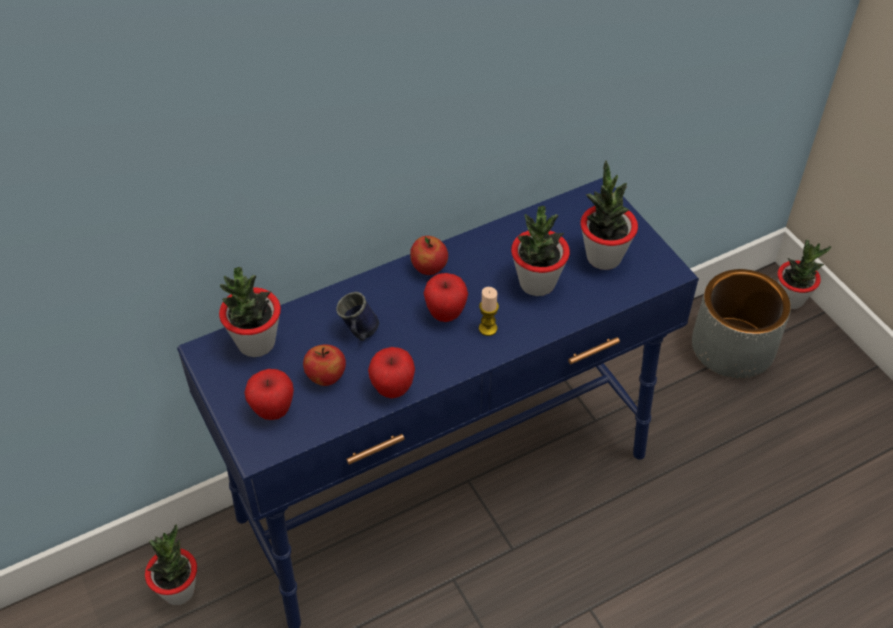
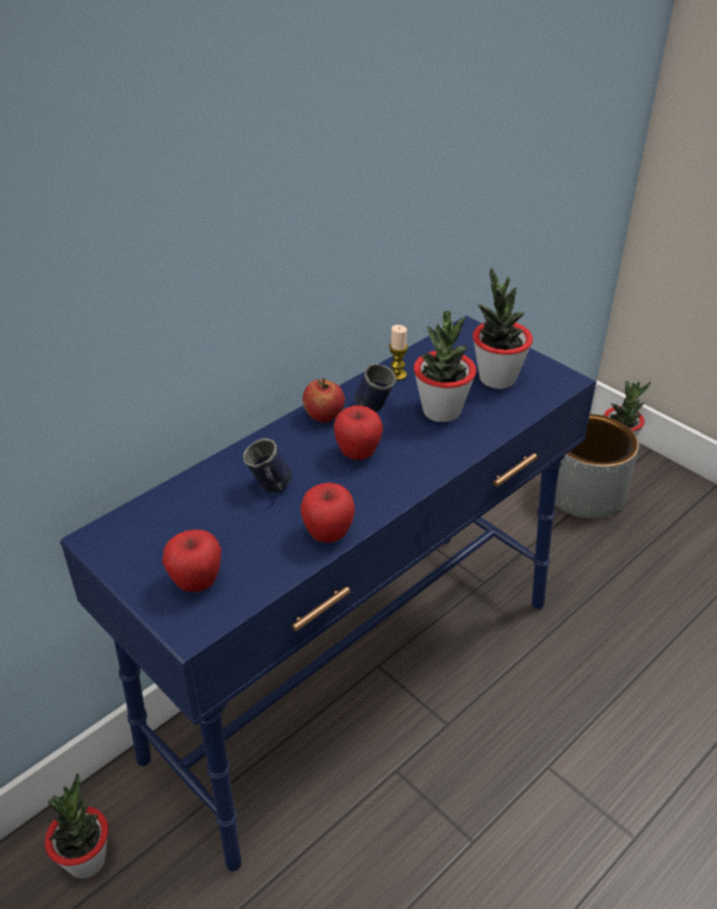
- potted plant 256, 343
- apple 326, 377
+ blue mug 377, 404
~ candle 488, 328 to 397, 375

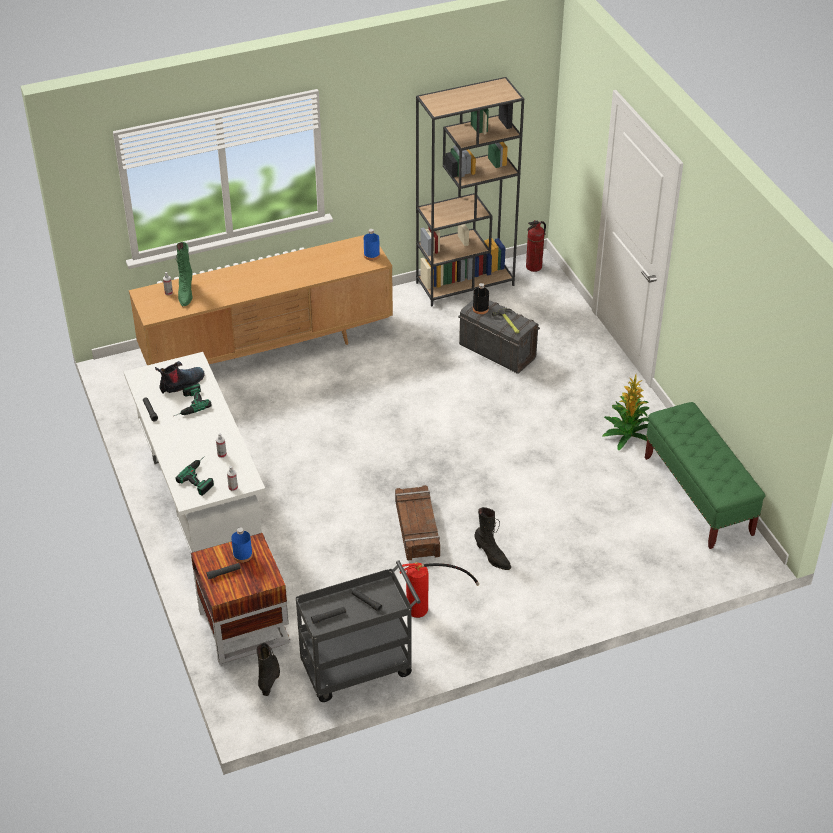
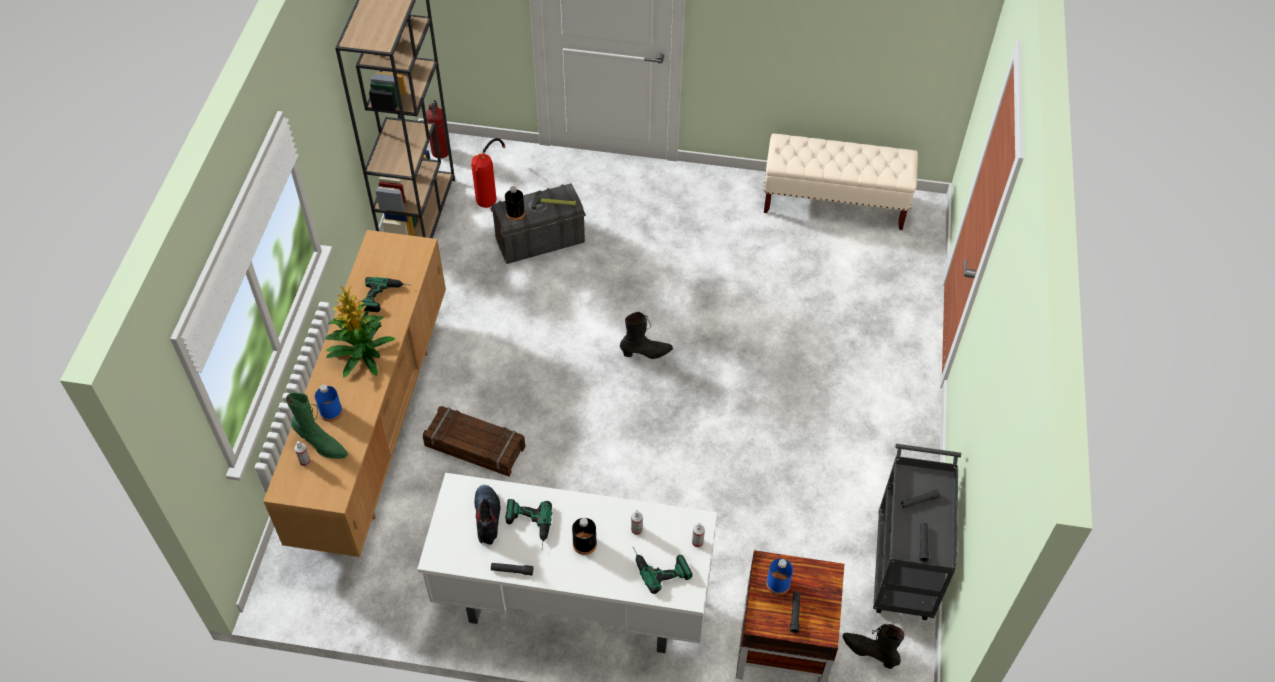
+ power drill 385, 297
+ black bottle 584, 544
~ blue bottle 371, 255 to 331, 412
~ crate 416, 528 to 474, 447
~ fire extinguisher 429, 608 to 490, 192
~ black boot 492, 556 to 646, 353
~ potted plant 627, 434 to 360, 353
~ green bench 698, 496 to beige bench 834, 203

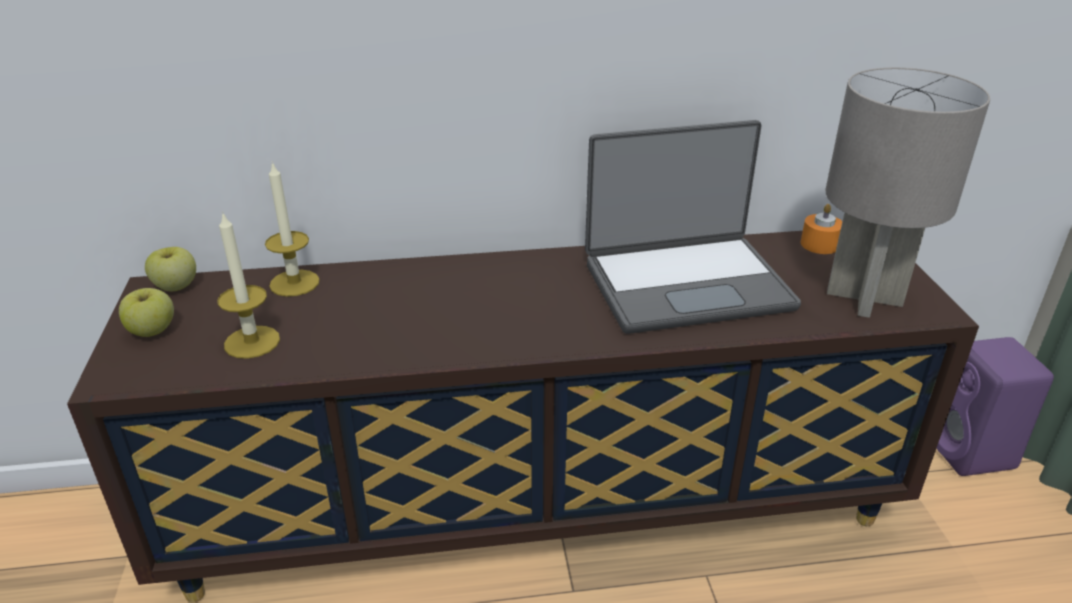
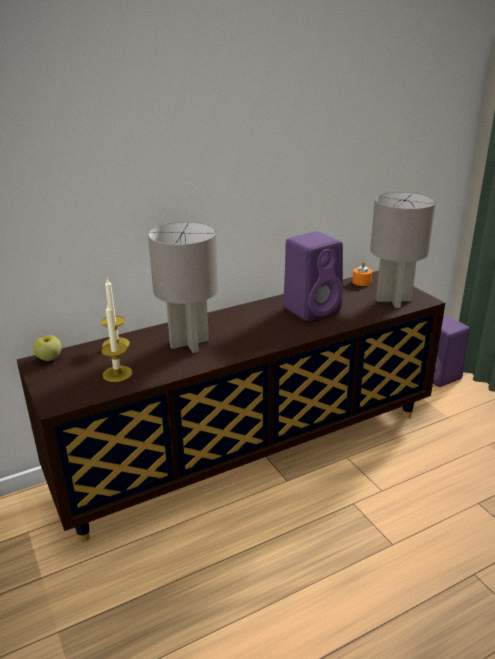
- apple 153, 331
+ grey table lamp 190, 343
~ laptop 686, 284 to purple speaker 313, 309

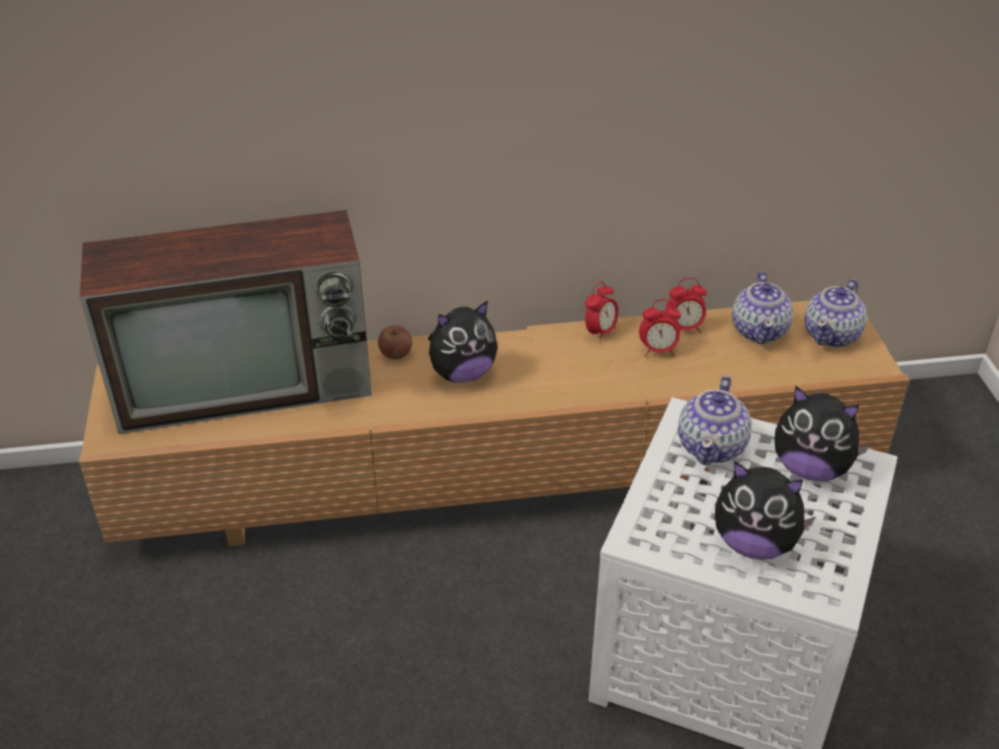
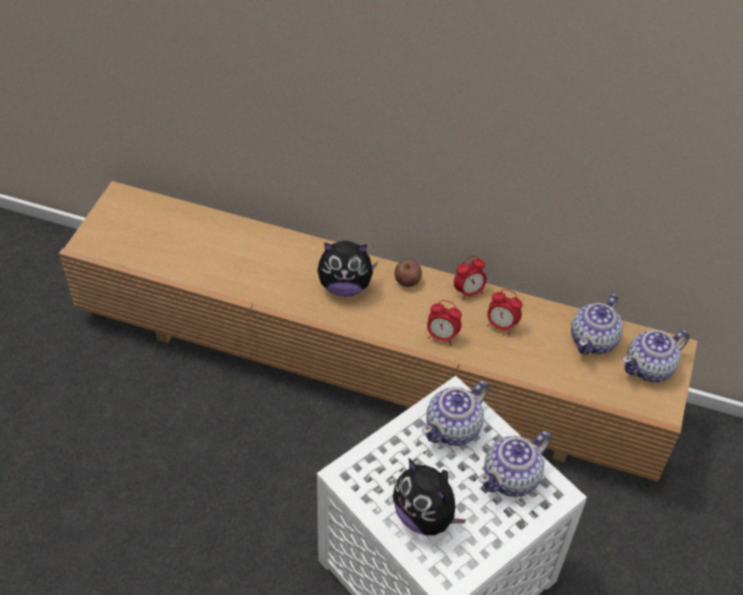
- television 249, 384
~ apple 395, 353 to 407, 281
~ alarm clock 684, 328 to 442, 336
~ plush toy 811, 468 to teapot 512, 477

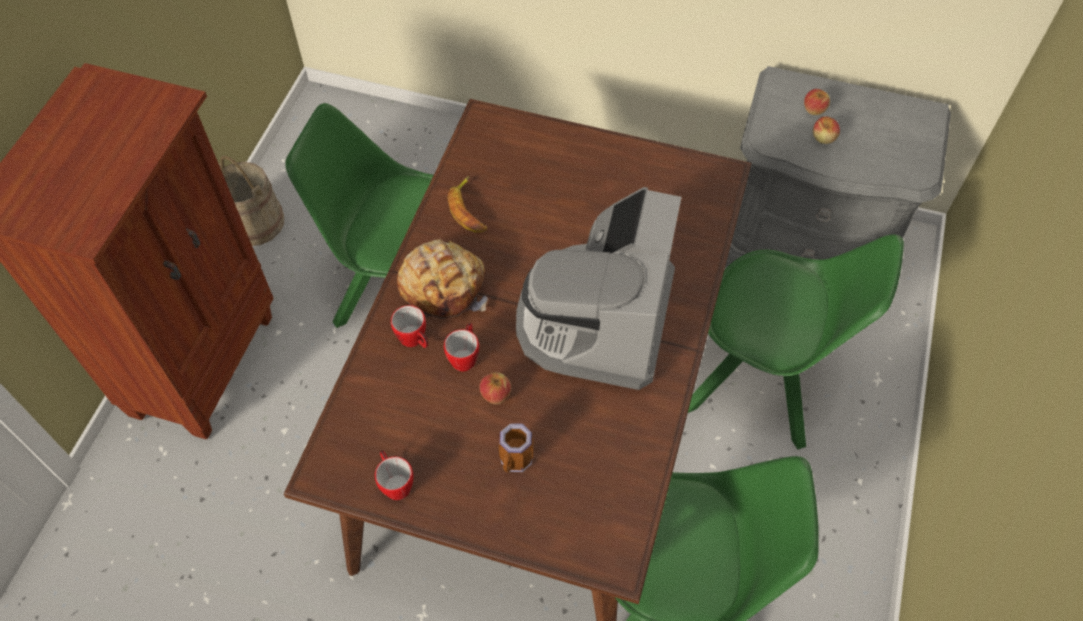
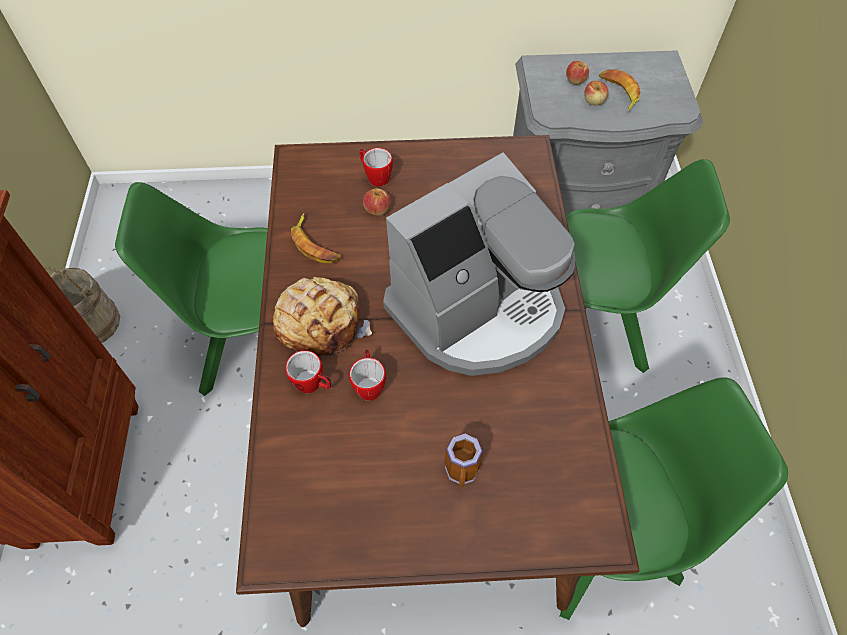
+ banana 618, 92
~ mug 395, 482 to 375, 176
~ apple 495, 394 to 377, 209
~ coffee machine 596, 320 = 478, 310 120 degrees counterclockwise

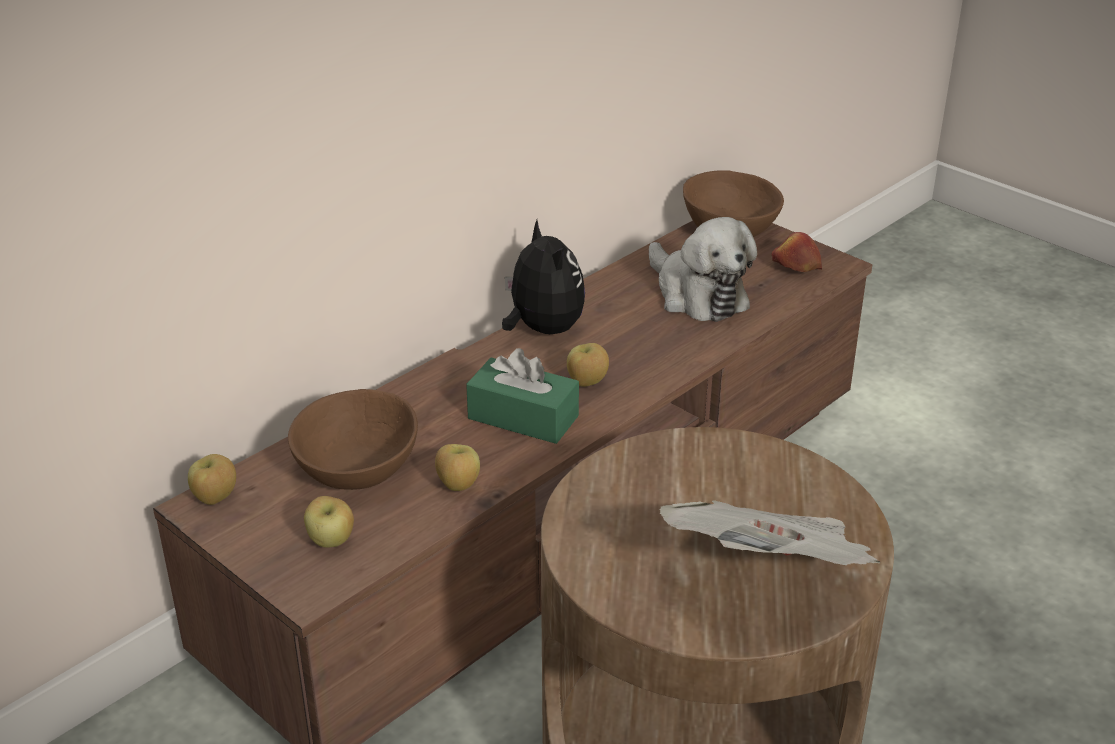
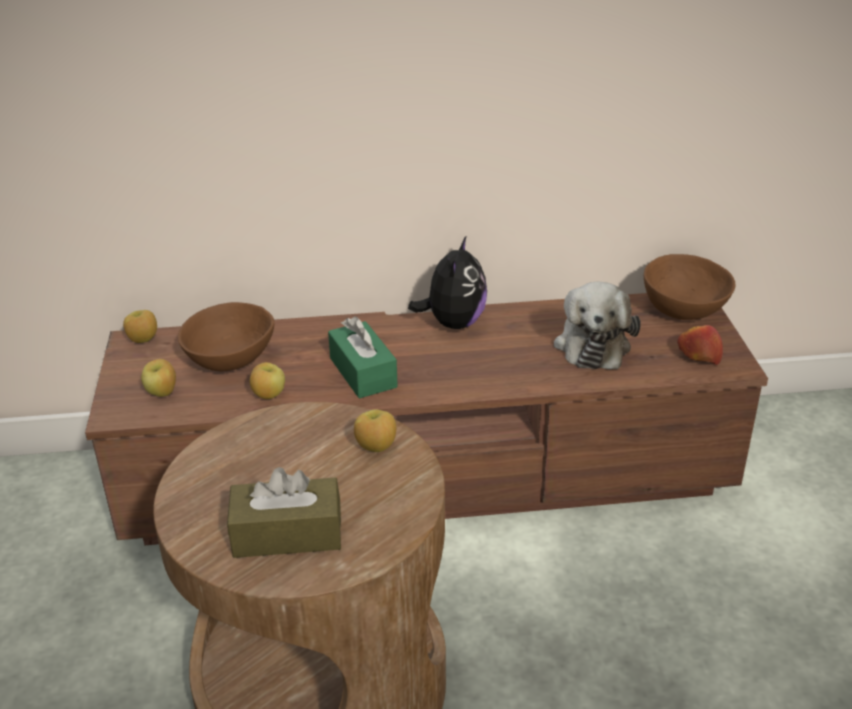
~ apple 587, 382 to 375, 447
~ newspaper 770, 575 to brown tissue box 287, 534

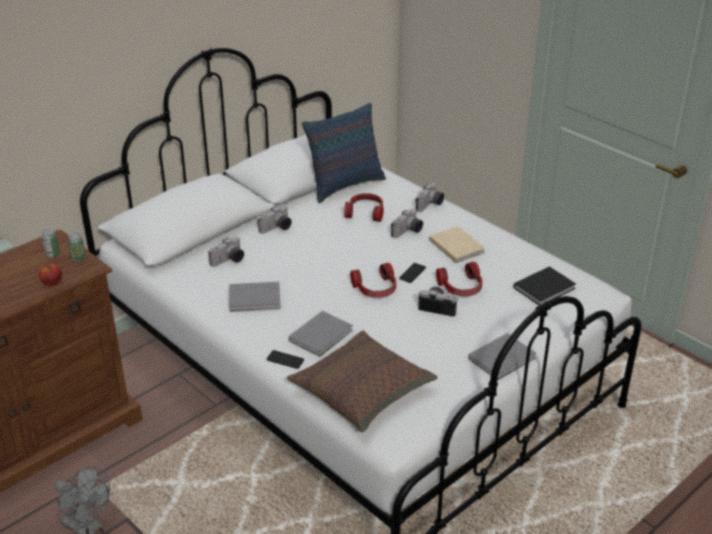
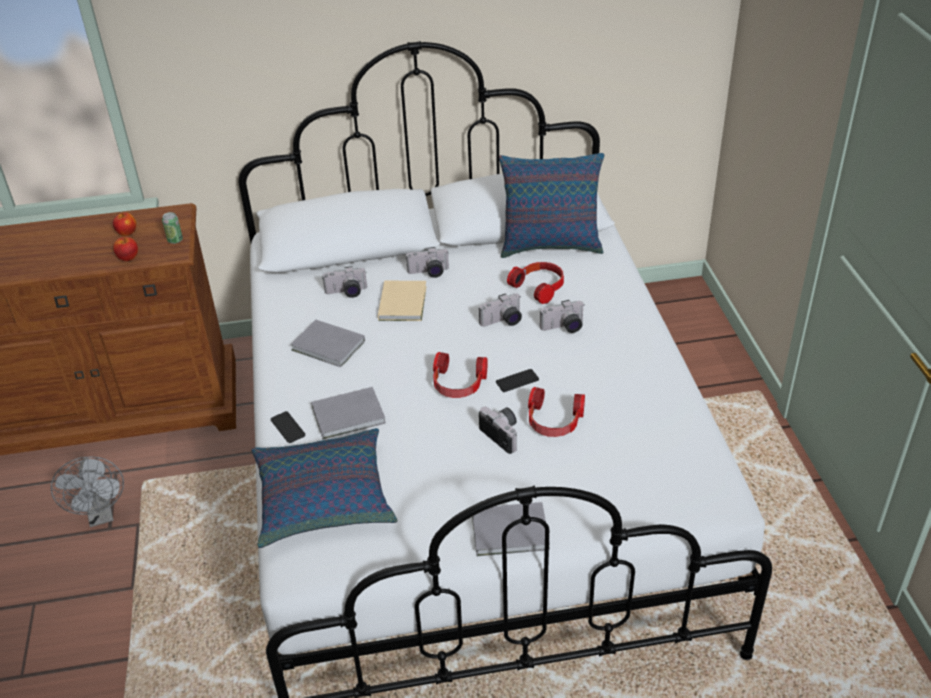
- can 52, 254
- black book 546, 288
+ apple 127, 233
~ photo camera 430, 205 to 503, 322
~ beige book 456, 245 to 404, 302
~ brown pillow 362, 391 to blue pillow 324, 499

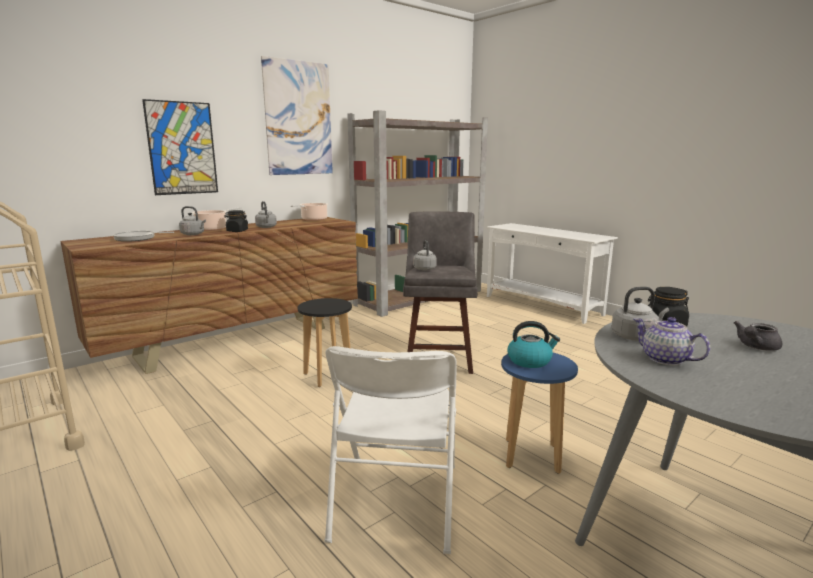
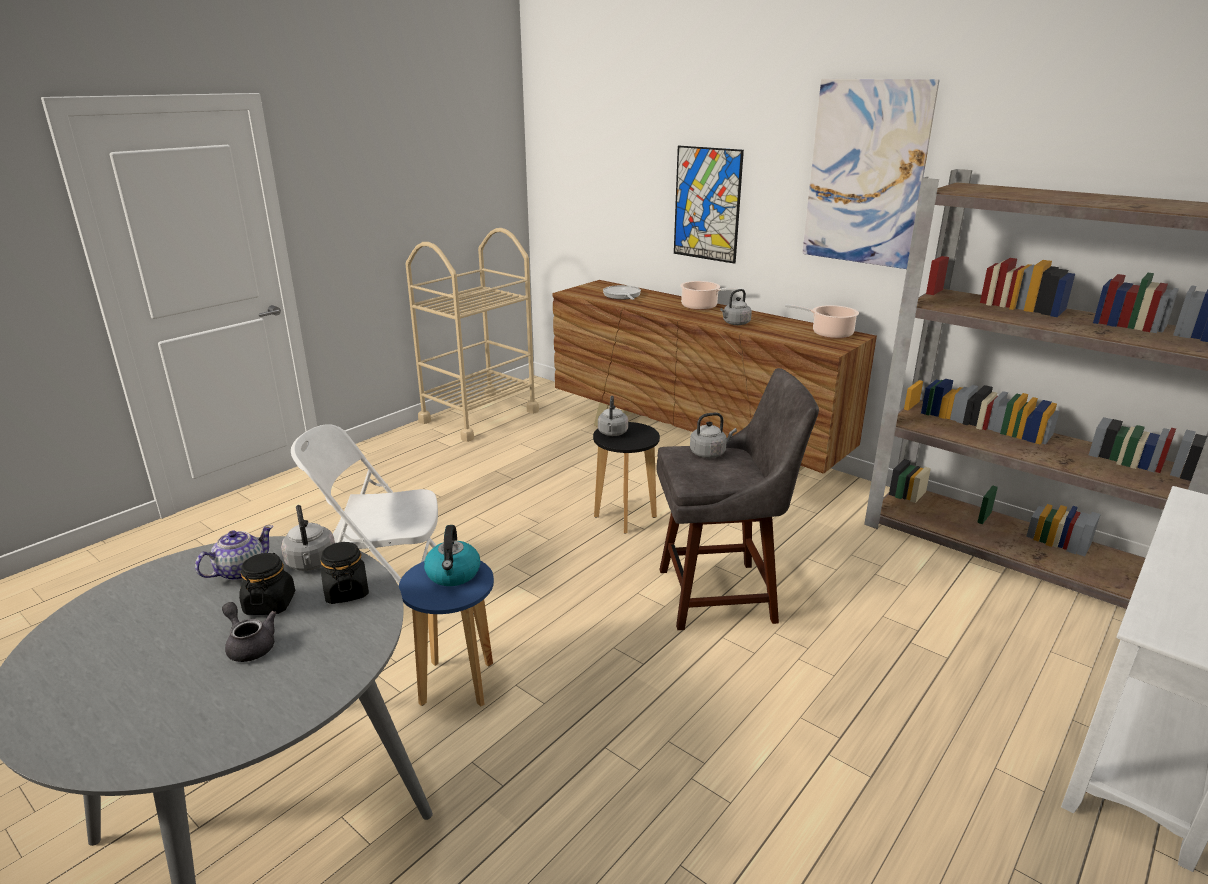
~ grey kettle 193, 234 to 612, 433
~ black jar 237, 231 to 270, 604

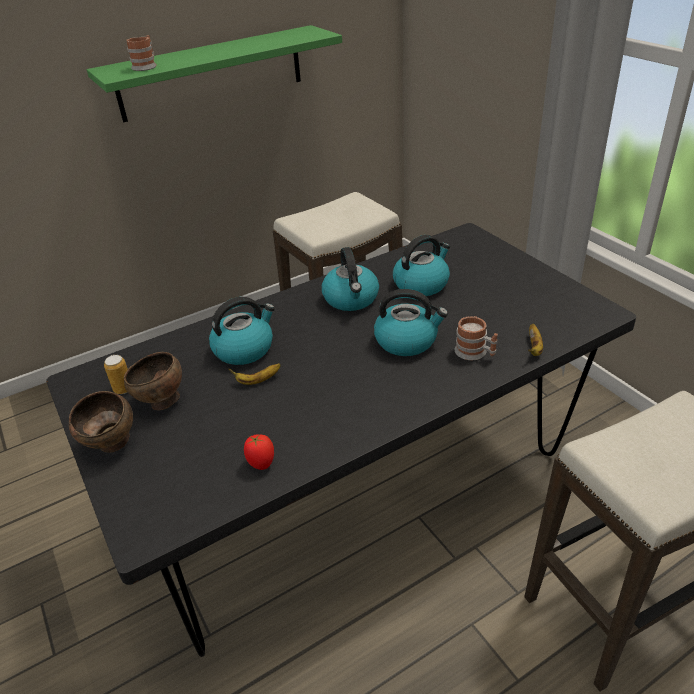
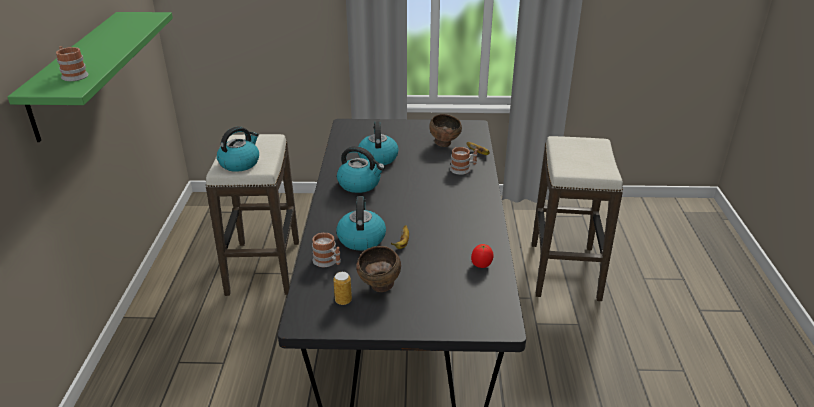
+ mug 328, 262
~ brown bowl 113, 445 to 445, 144
~ kettle 407, 341 to 240, 163

